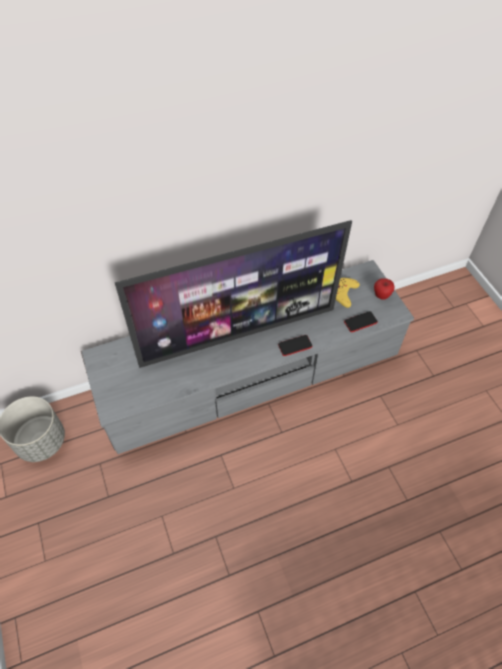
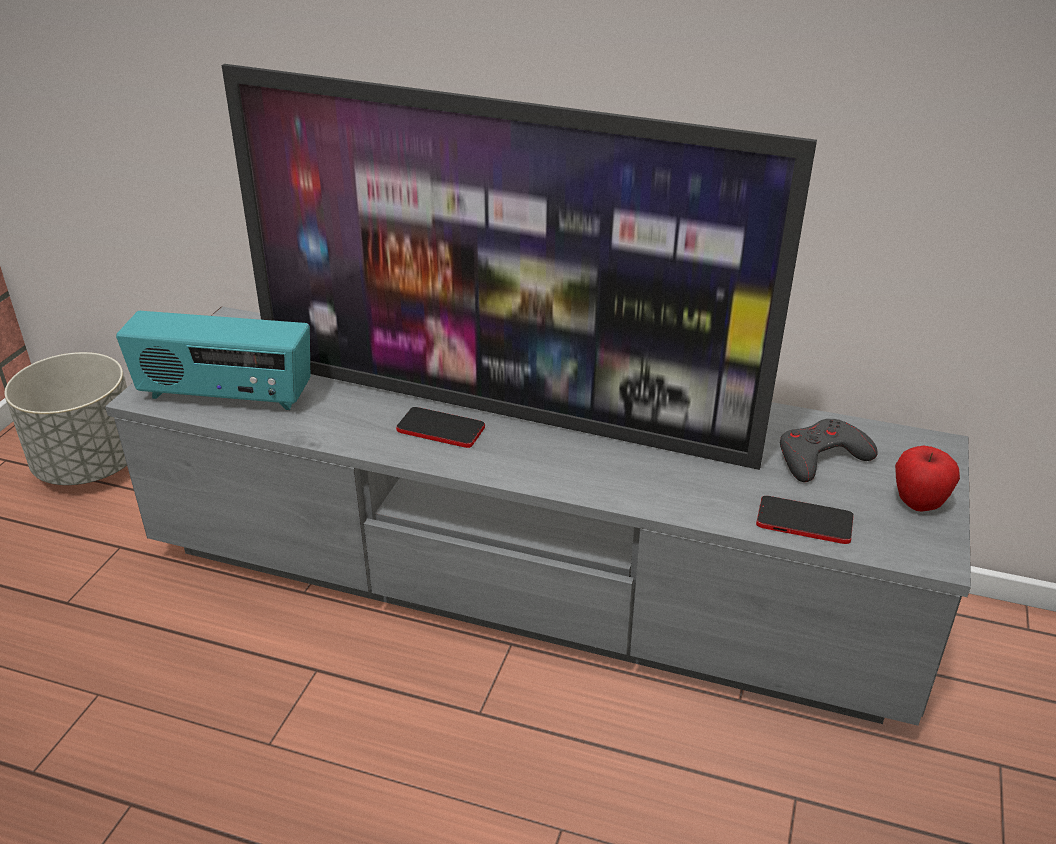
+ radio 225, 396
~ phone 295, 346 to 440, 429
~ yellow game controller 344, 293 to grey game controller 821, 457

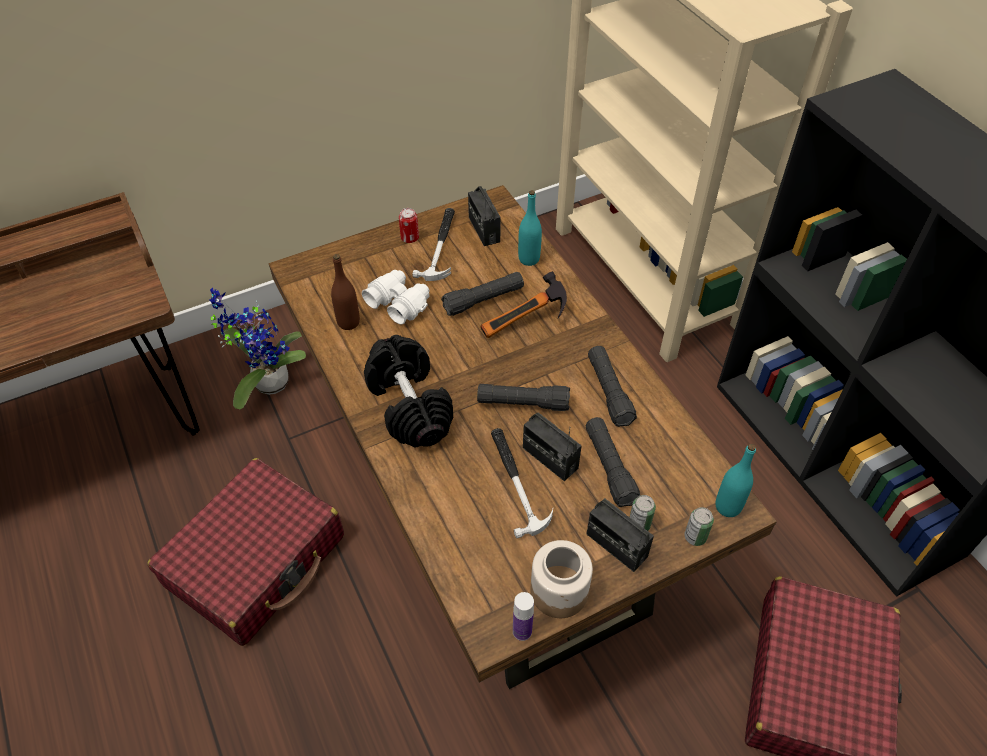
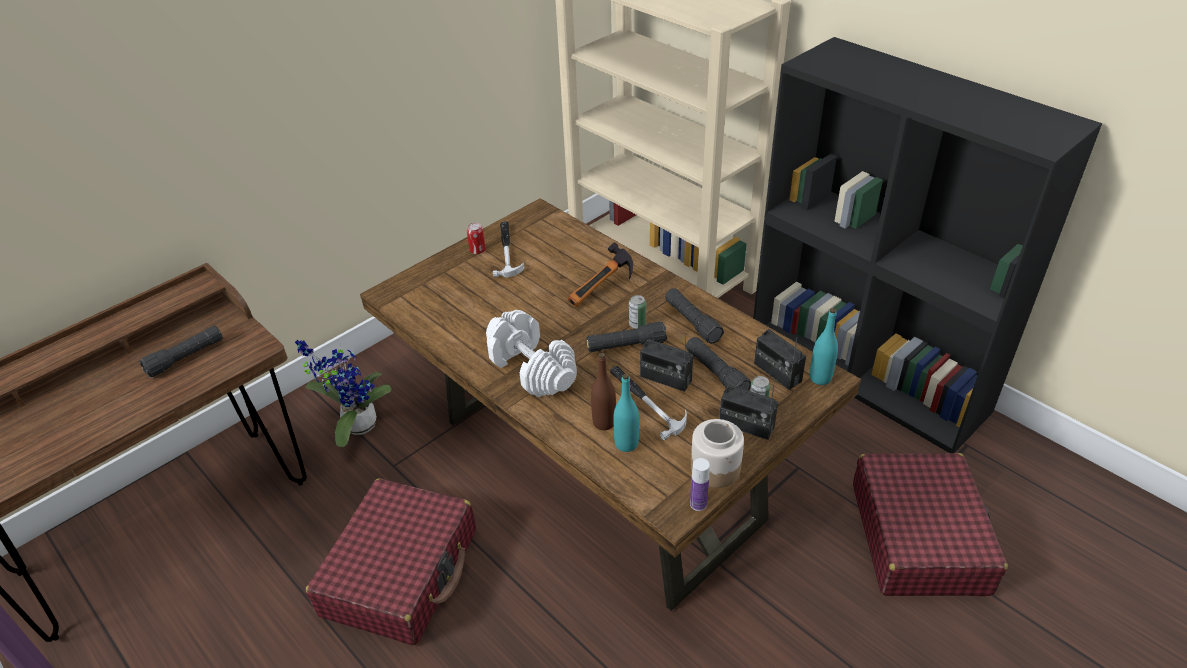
- white binoculars 398, 303
~ brown bottle 348, 322 to 604, 422
~ black flashlight 483, 300 to 186, 358
~ radio 484, 229 to 777, 372
~ turquoise bottle 529, 259 to 626, 444
~ can 695, 537 to 637, 324
~ black dumbbell 409, 405 to white dumbbell 531, 369

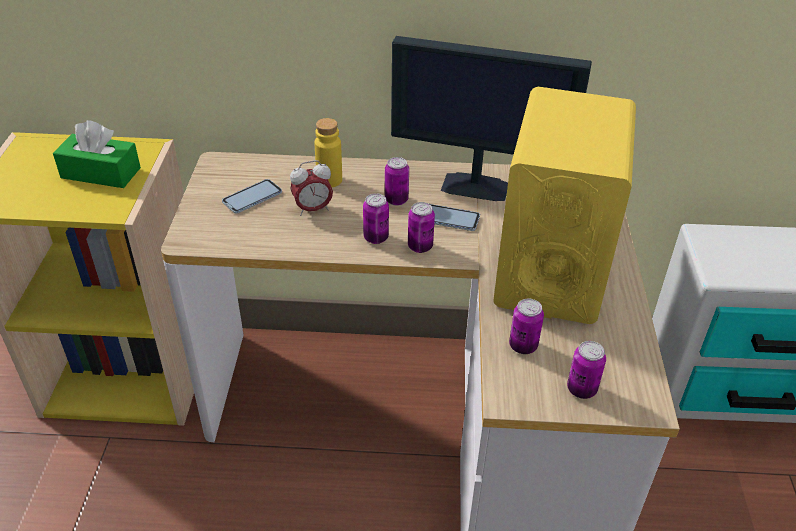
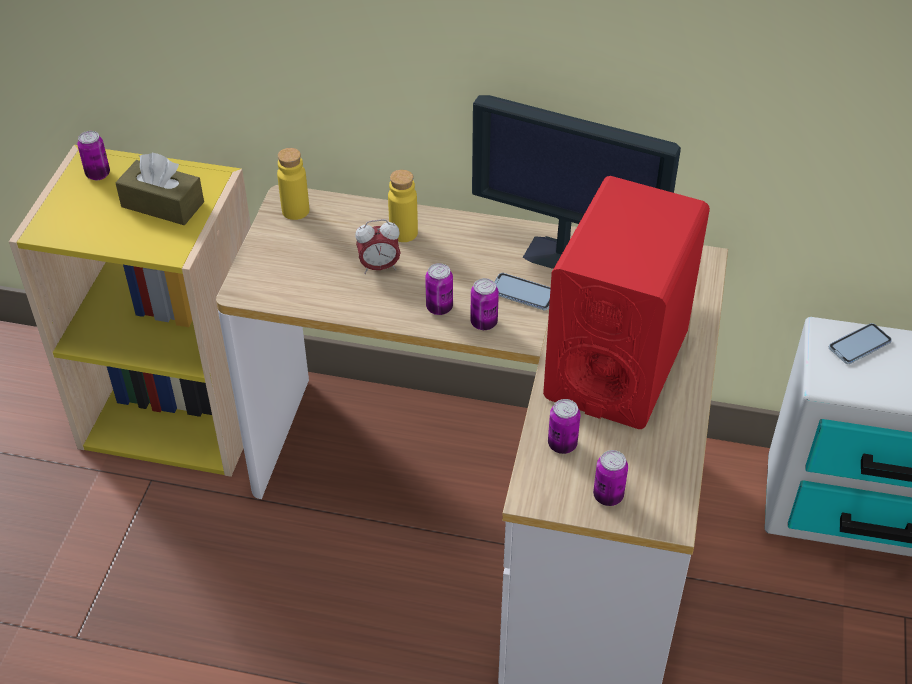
+ yellow bottle 295, 211
~ phone 252, 197 to 859, 345
~ can 396, 200 to 98, 174
~ green tissue box 101, 173 to brown tissue box 162, 204
~ yellow speaker 551, 270 to red speaker 616, 365

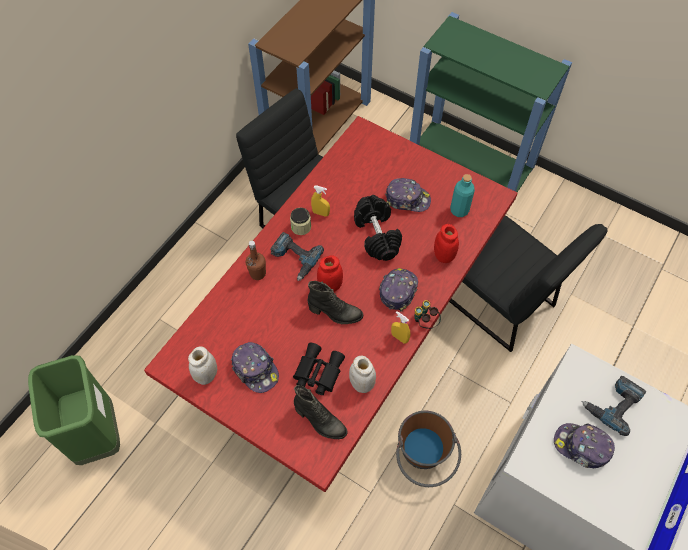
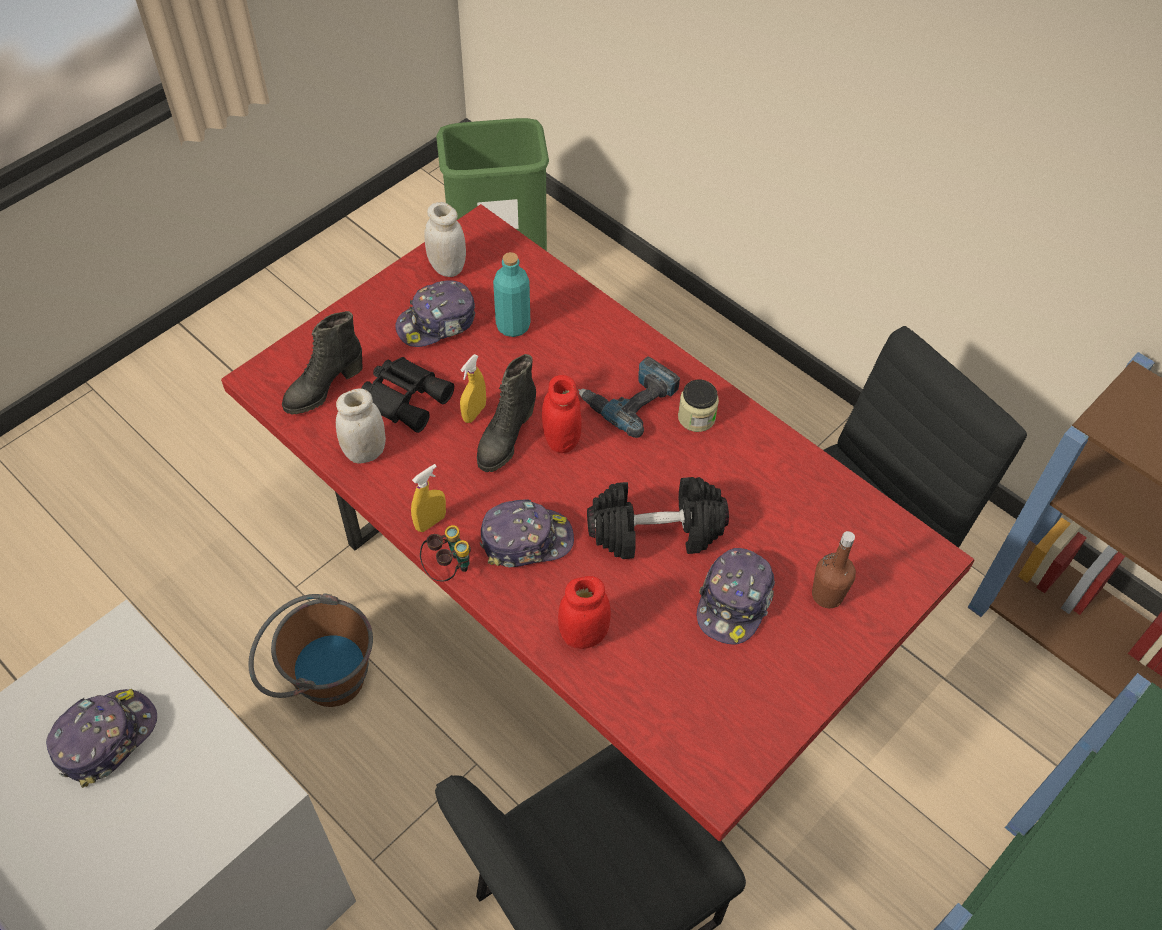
- power drill 613, 404
~ brown bottle 258, 273 to 827, 595
~ yellow spray bottle 320, 213 to 474, 413
~ turquoise bottle 459, 210 to 513, 326
~ cap 398, 290 = 526, 540 45 degrees counterclockwise

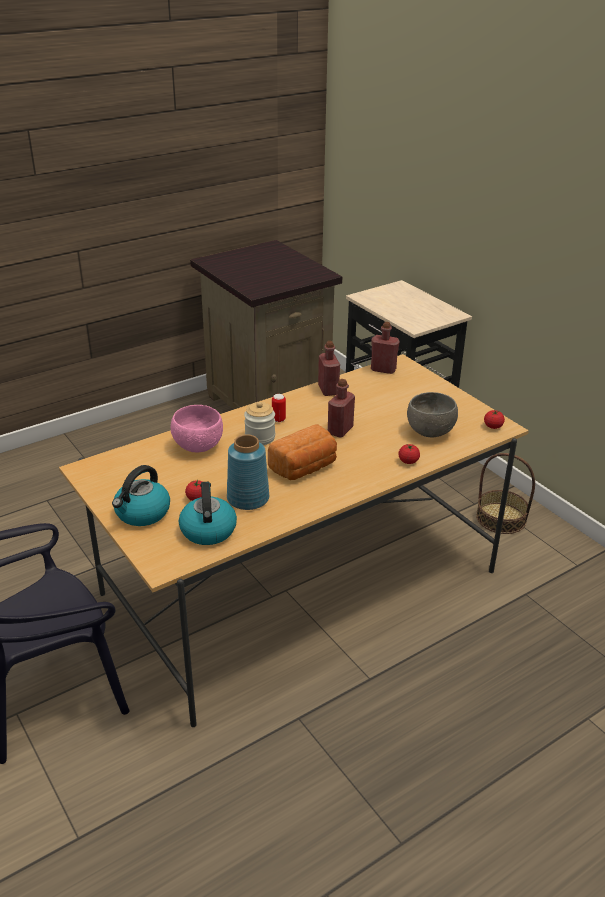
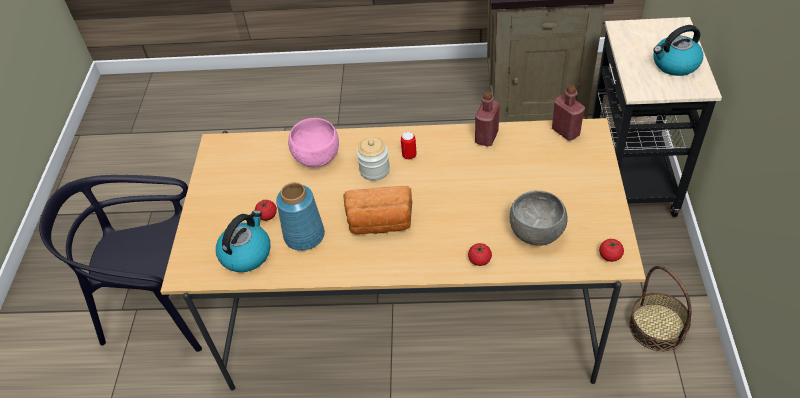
- red bottle 340, 430
~ kettle 142, 513 to 674, 64

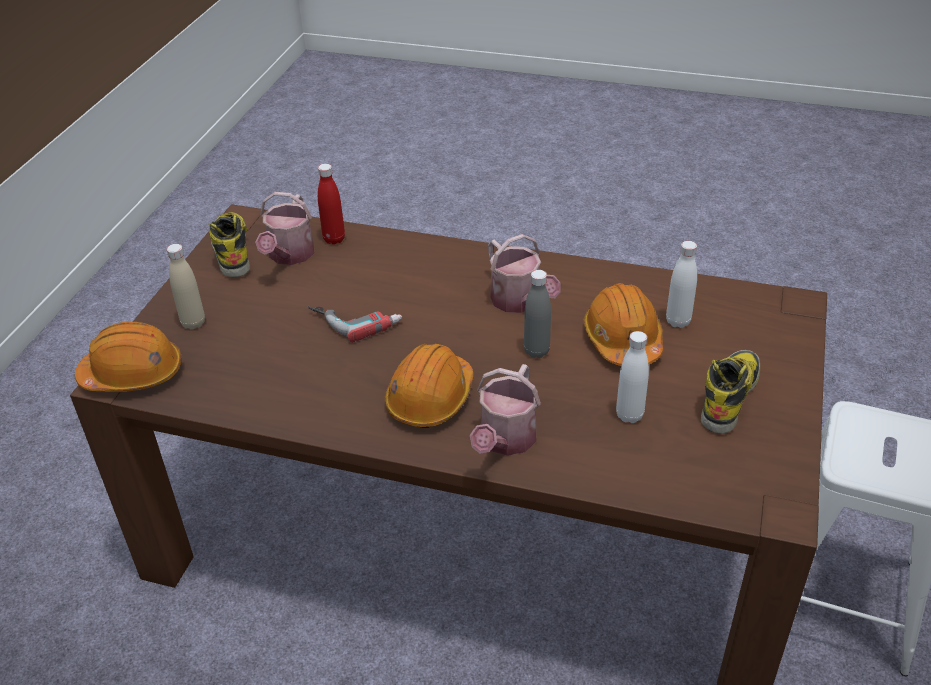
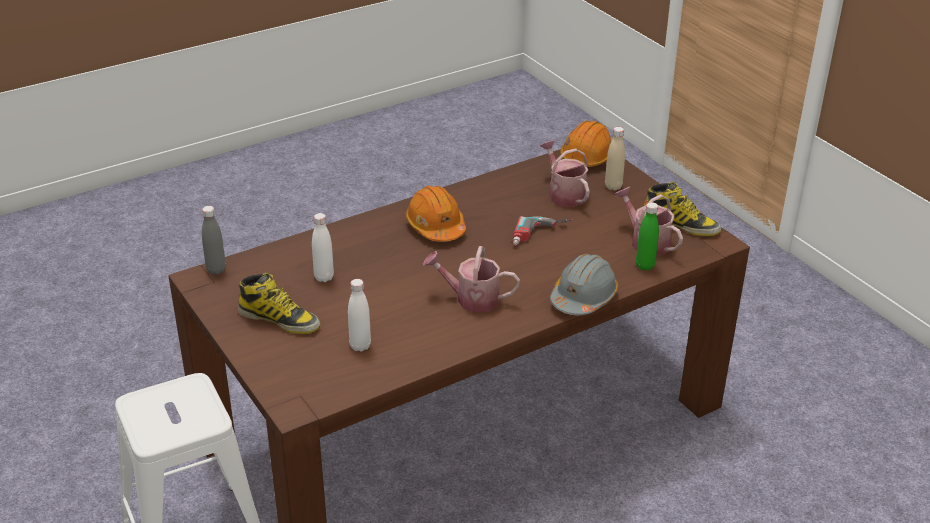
- orange hard hat 622, 339
+ grey hard hat 583, 297
~ watering can 505, 441 to 564, 193
~ grey bottle 536, 351 to 216, 270
~ red bottle 334, 239 to green bottle 645, 266
~ boot 729, 395 = 280, 319 45 degrees counterclockwise

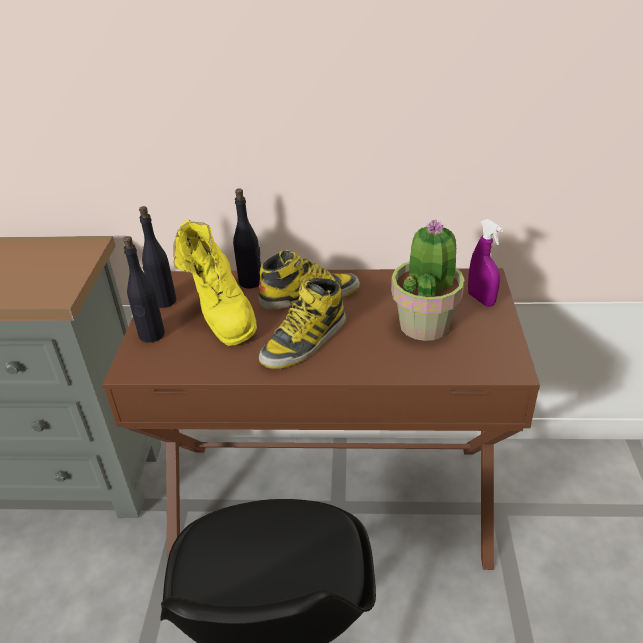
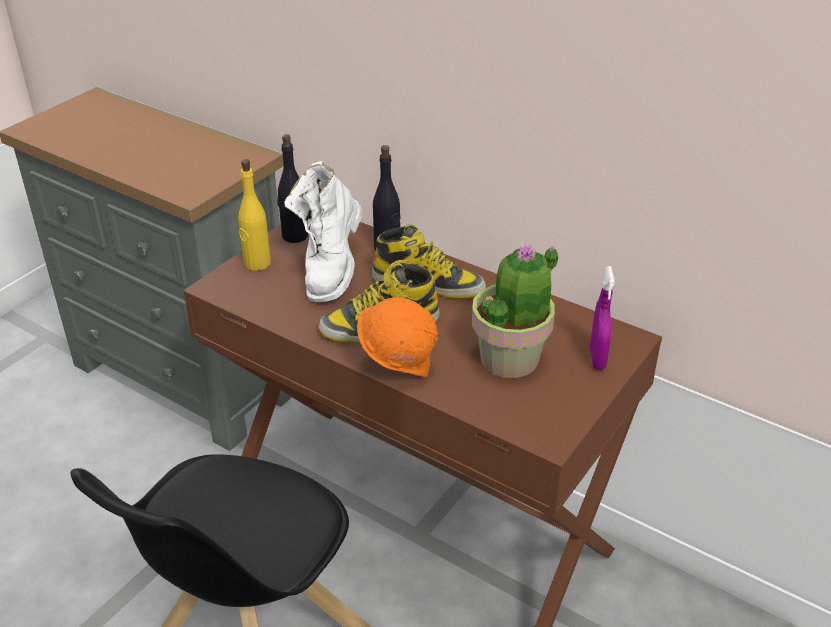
+ orange hard hat 398, 367
~ black bottle 151, 335 to yellow bottle 257, 263
~ yellow boot 221, 315 to white boot 331, 270

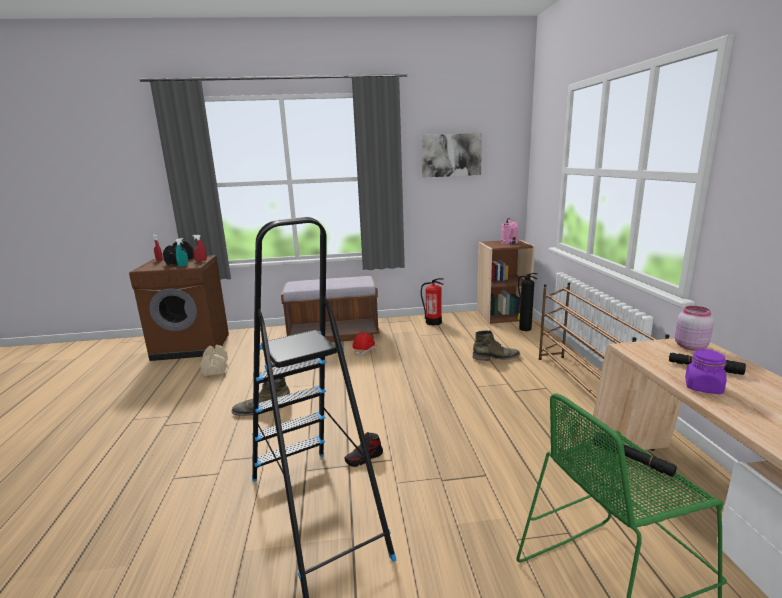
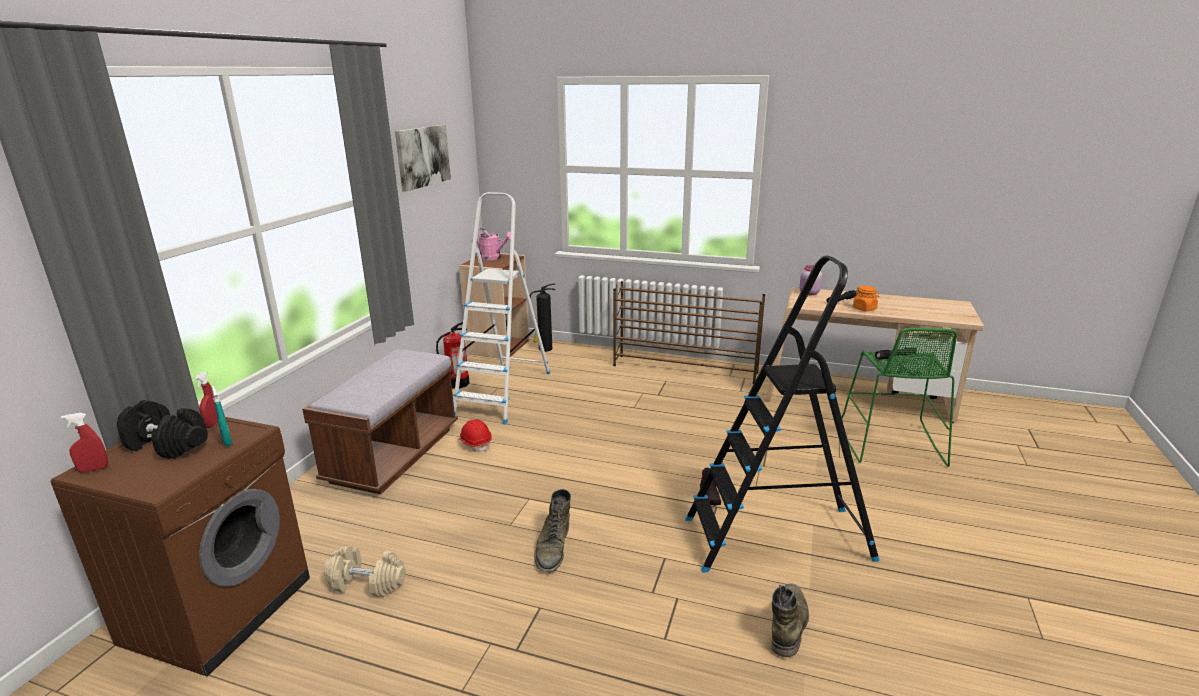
+ white step ladder 504, 393
~ green boot 496, 358 to 788, 623
~ purple jar 703, 387 to orange jar 864, 309

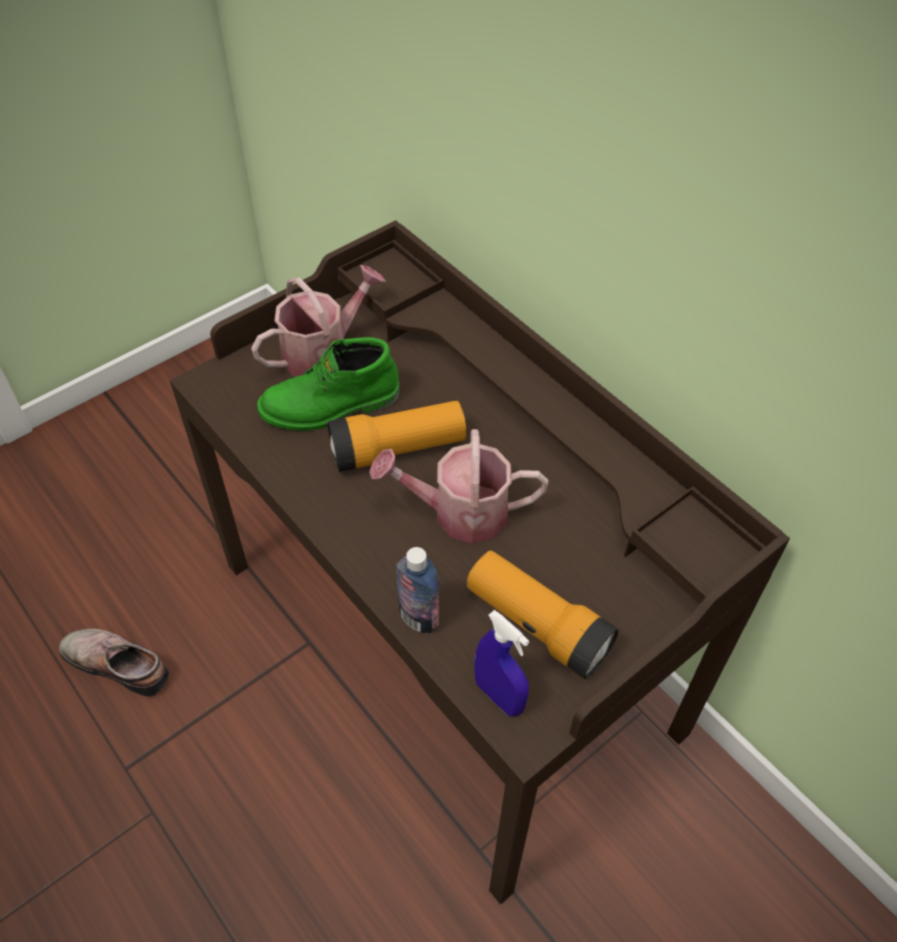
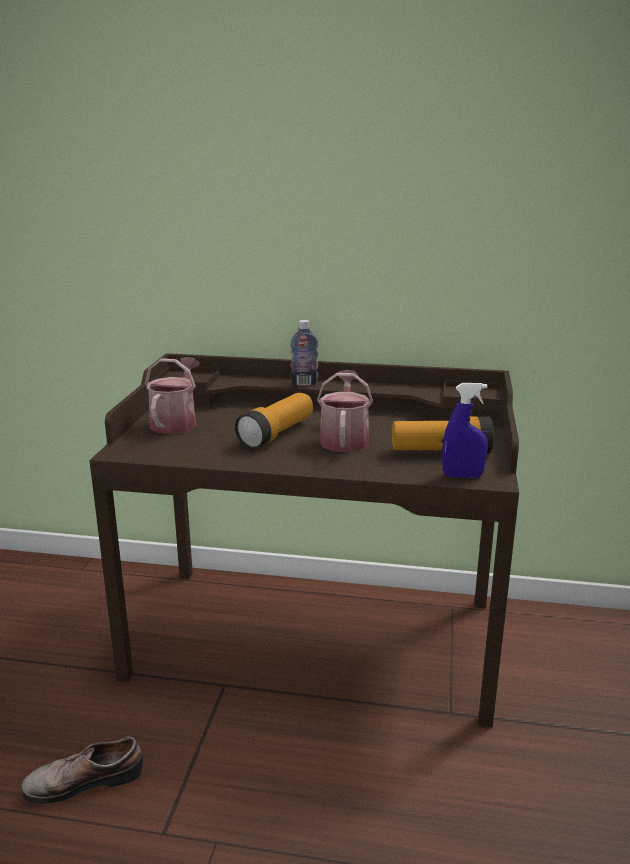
- green boot 330, 407
~ bottle 418, 618 to 304, 383
~ watering can 459, 512 = 344, 439 135 degrees clockwise

